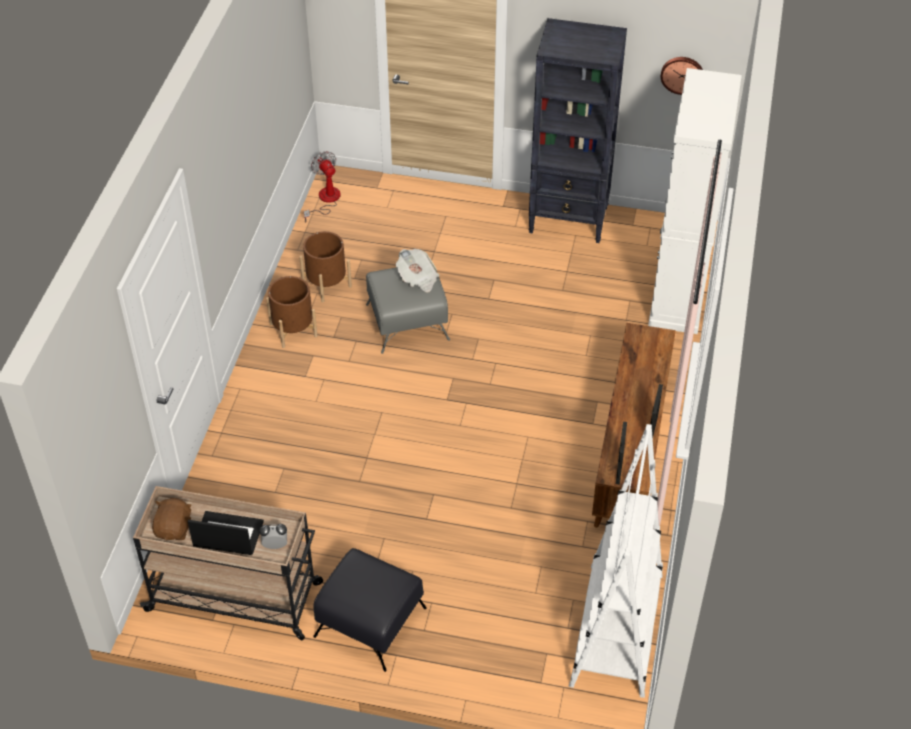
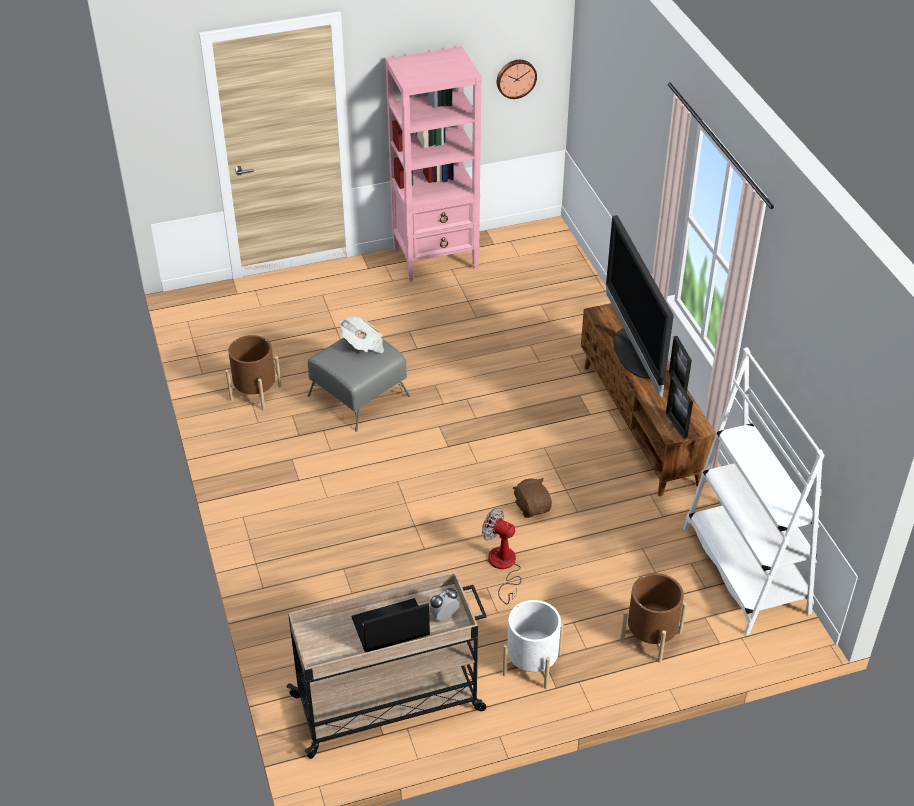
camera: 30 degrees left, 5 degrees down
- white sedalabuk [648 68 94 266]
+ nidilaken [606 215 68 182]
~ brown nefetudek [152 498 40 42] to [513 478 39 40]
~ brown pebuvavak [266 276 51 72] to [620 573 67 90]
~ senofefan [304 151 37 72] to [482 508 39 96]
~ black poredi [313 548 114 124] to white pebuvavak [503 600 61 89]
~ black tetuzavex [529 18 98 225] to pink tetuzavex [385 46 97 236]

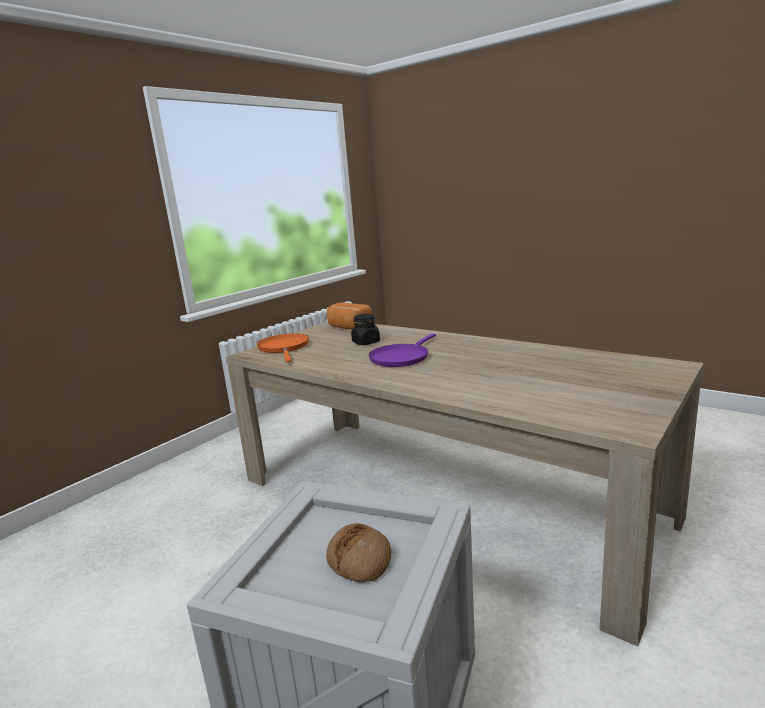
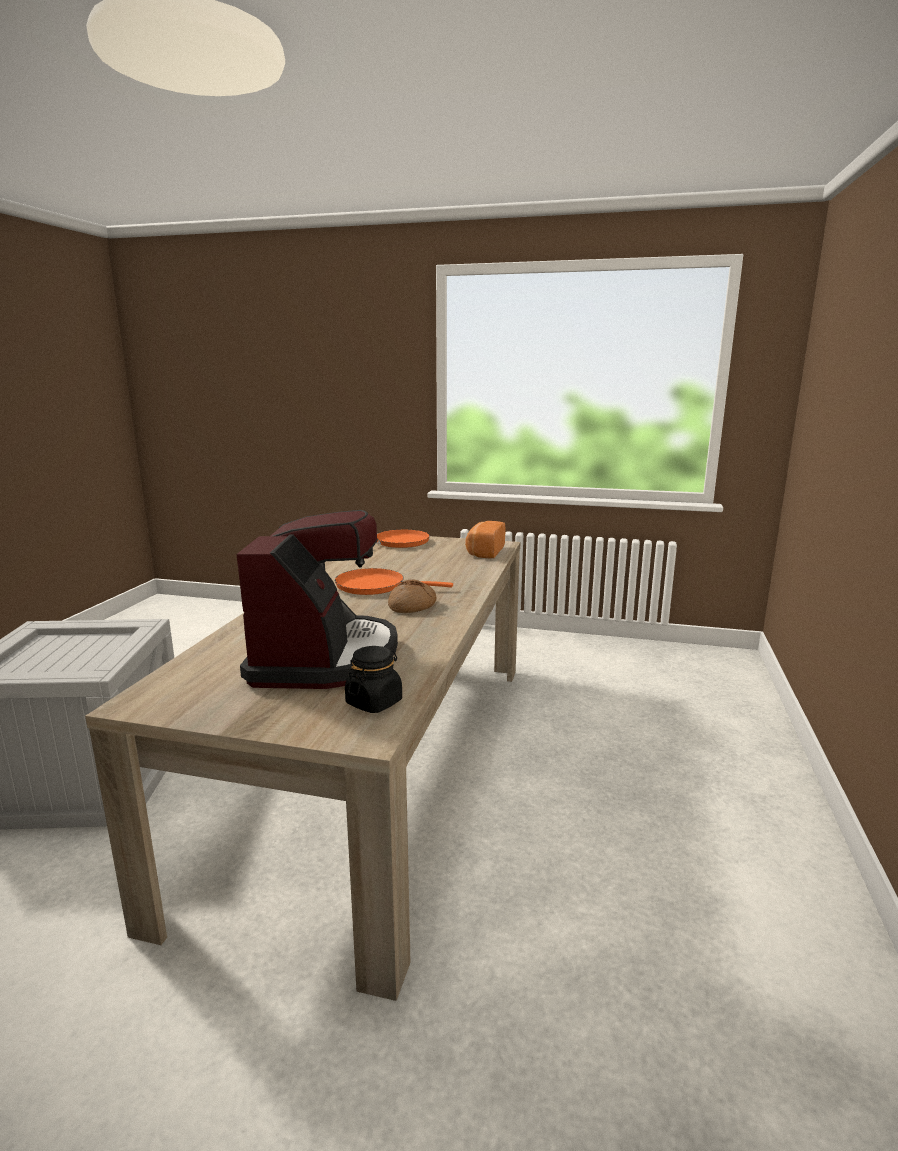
camera: 65 degrees right, 0 degrees up
+ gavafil [236 510 162 179]
~ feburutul [326 523 65 59] to [388 579 49 34]
~ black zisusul [351 314 29 31] to [345 646 57 67]
~ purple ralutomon [369 333 67 34] to orange ralutomon [335 568 118 27]

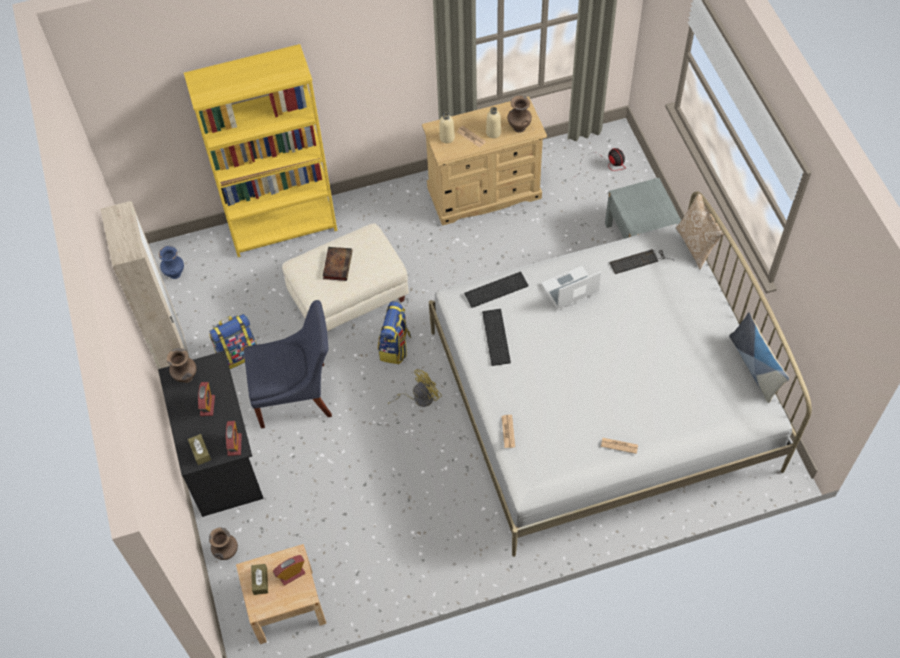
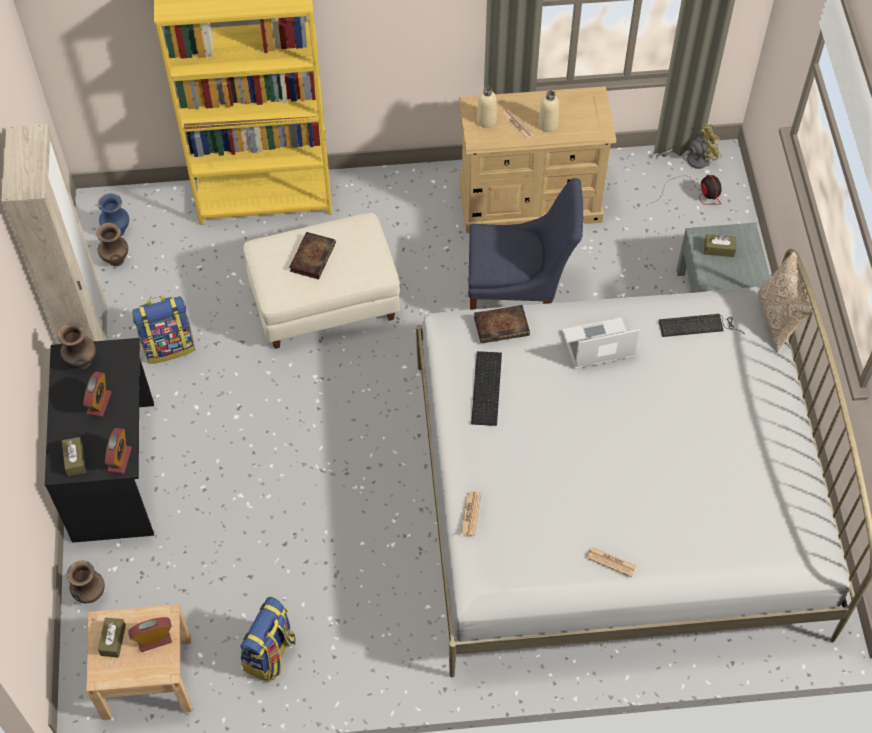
camera: 10 degrees right, 0 degrees up
- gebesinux [729 312 60 91]
+ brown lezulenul [704 234 32 23]
~ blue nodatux [244 300 88 129] to [468 178 115 132]
~ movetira [378 301 33 63] to [240 597 56 85]
~ yellow senofefan [388 369 54 38] to [656 124 66 45]
~ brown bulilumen [507 95 25 38] to [96 223 32 43]
~ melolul [464 272 65 36] to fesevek [474 305 56 38]

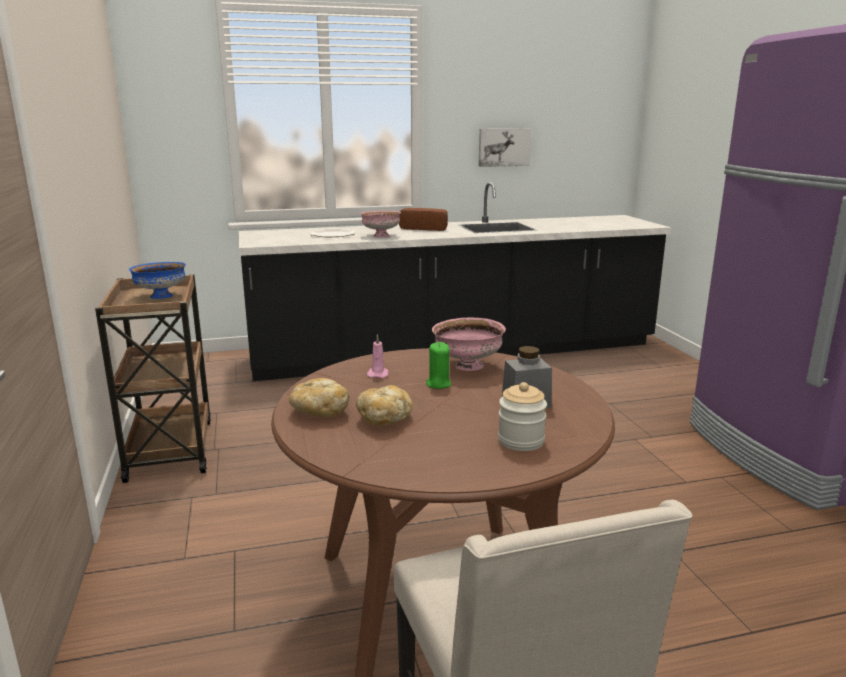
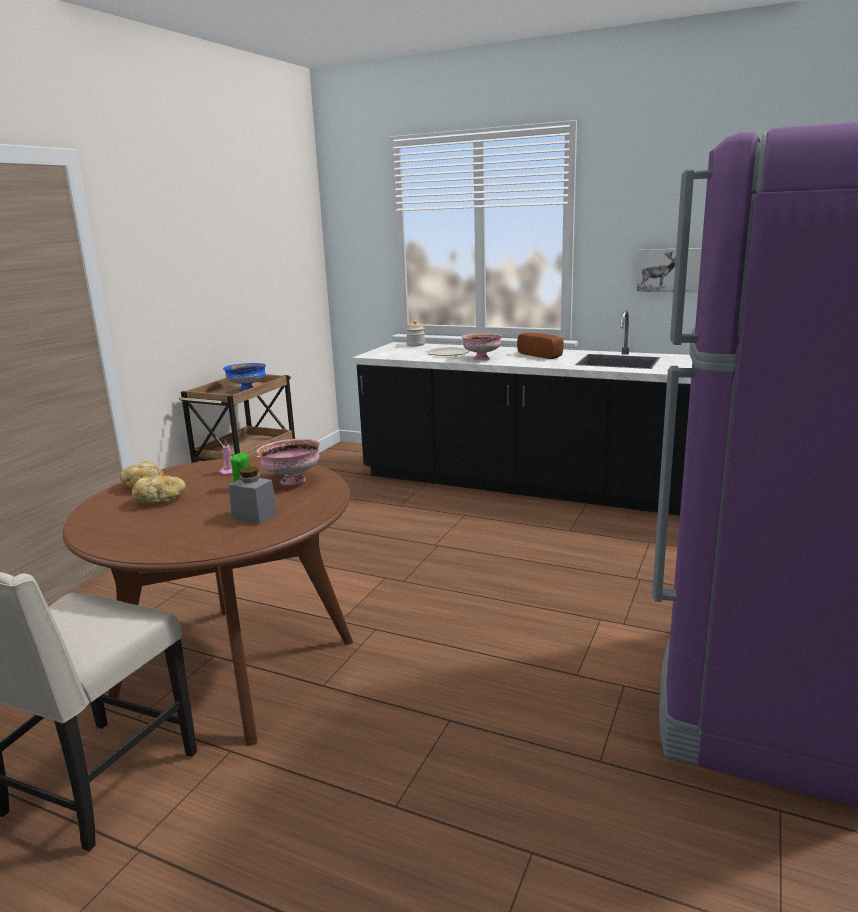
camera: 40 degrees right, 0 degrees up
~ zisusul [498 382 49 69] to [406 320 19 26]

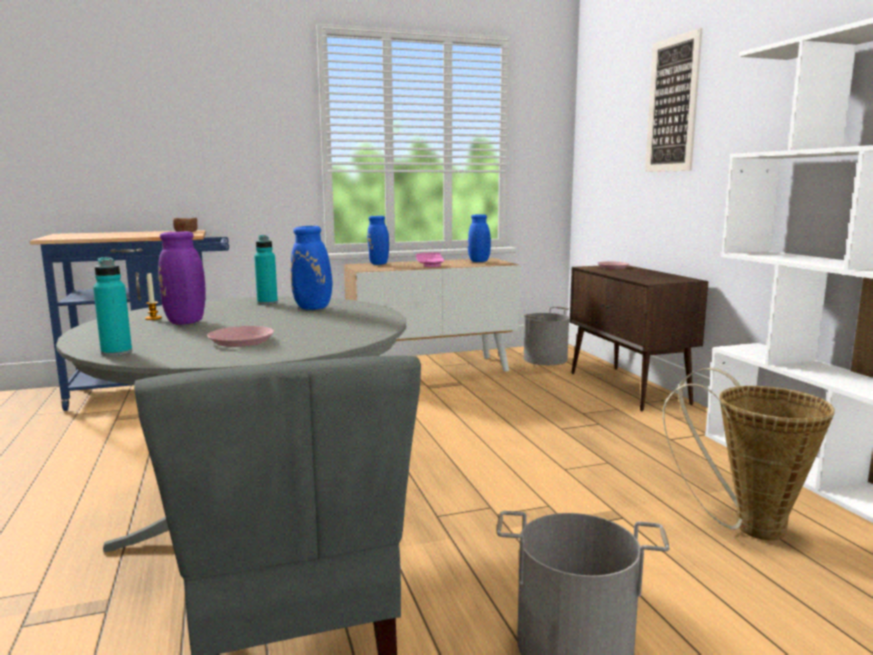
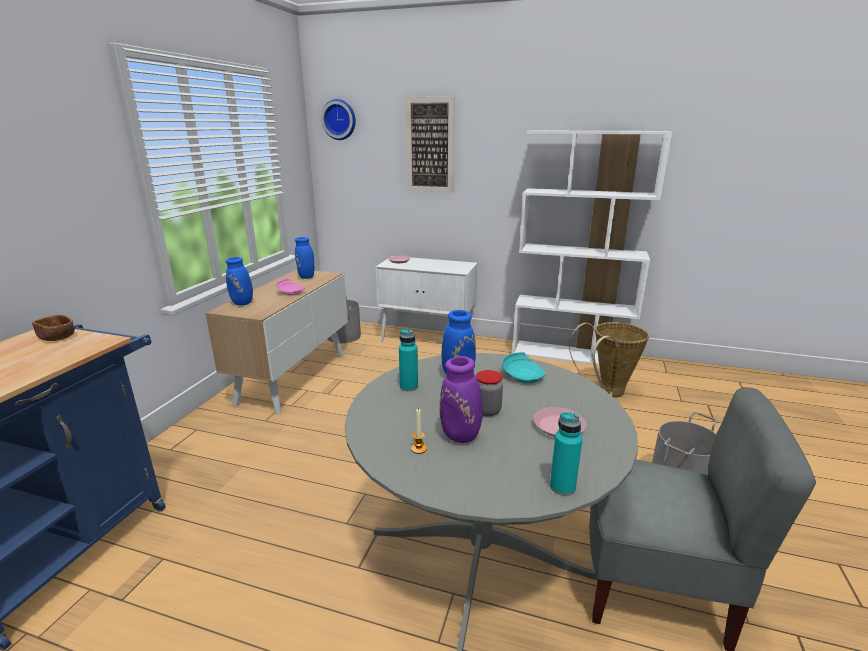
camera: 55 degrees left, 10 degrees up
+ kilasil [321 99 35 41]
+ zisusul [476 370 27 46]
+ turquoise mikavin [502 352 44 31]
~ brown sedalabuk [570 265 139 146] to white sedalabuk [375 256 103 86]

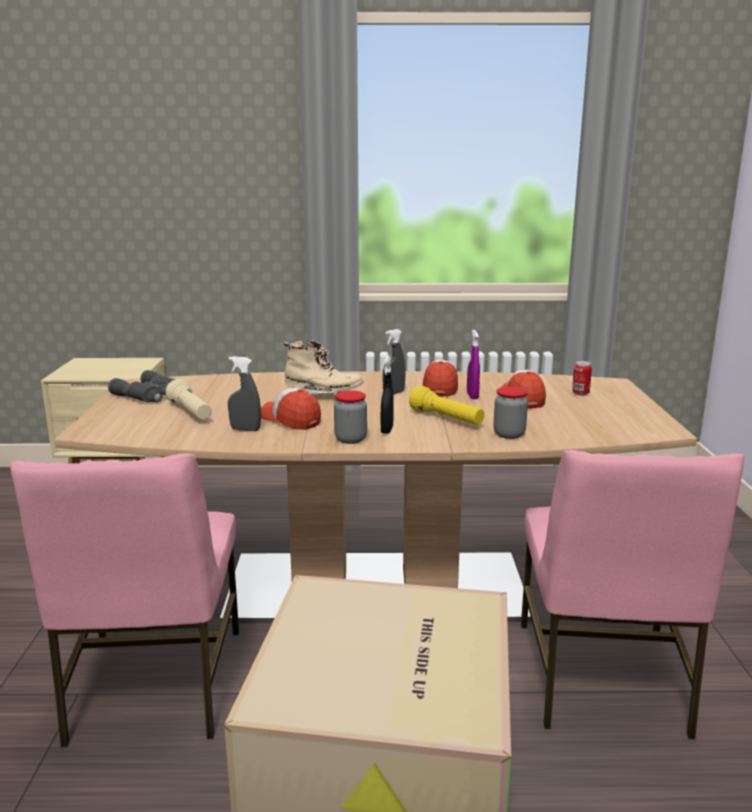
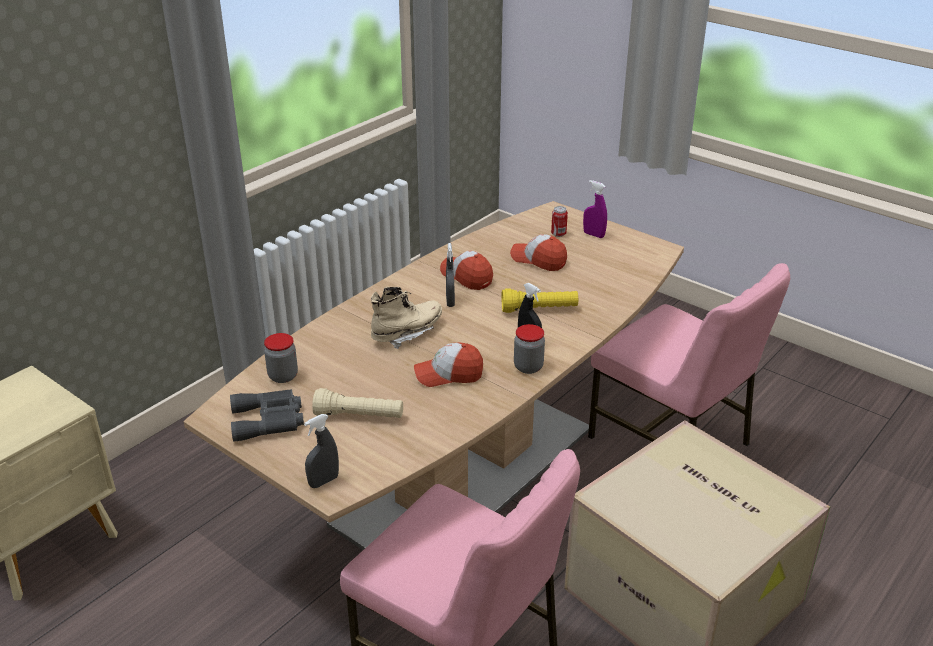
camera: 50 degrees left, 15 degrees up
~ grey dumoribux [228 356 33 75] to [304 414 35 74]
~ purple dumoribux [467 330 13 69] to [583 180 24 58]
~ zisusul [493 386 35 53] to [264 333 34 50]

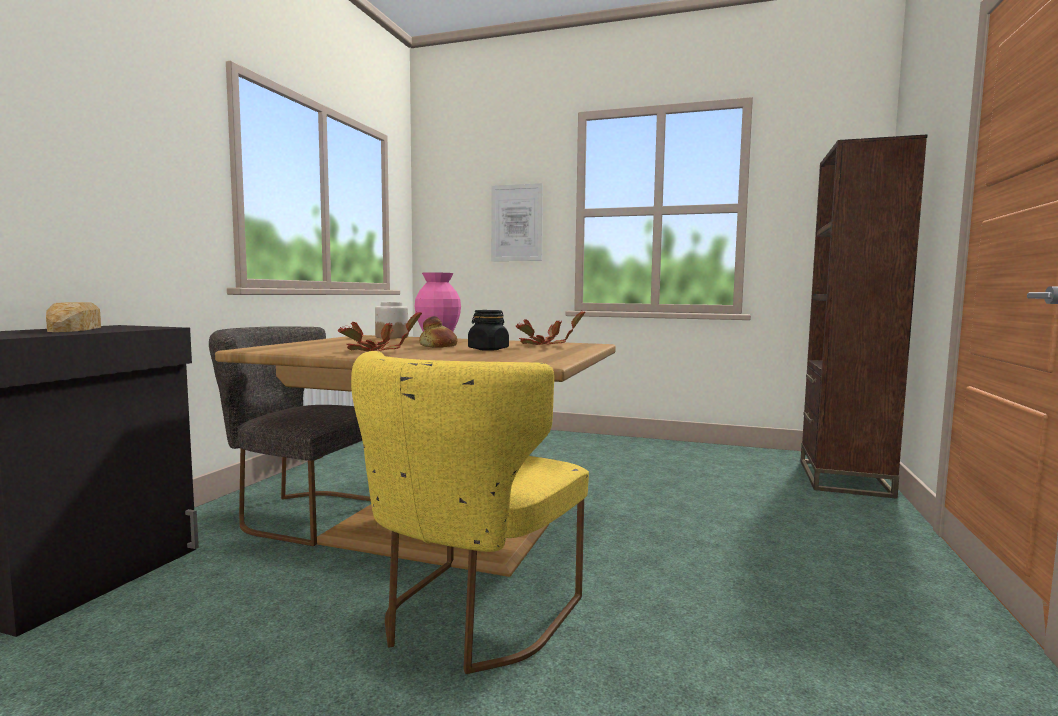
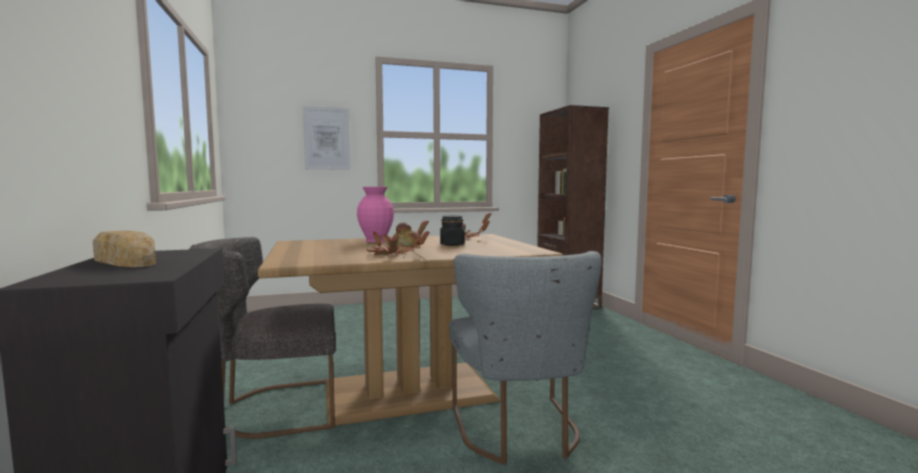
camera: 35 degrees left, 0 degrees up
- zisusul [375 302 33 37]
~ yellow nodatux [351 351 238 323] to grey nodatux [449 251 153 214]

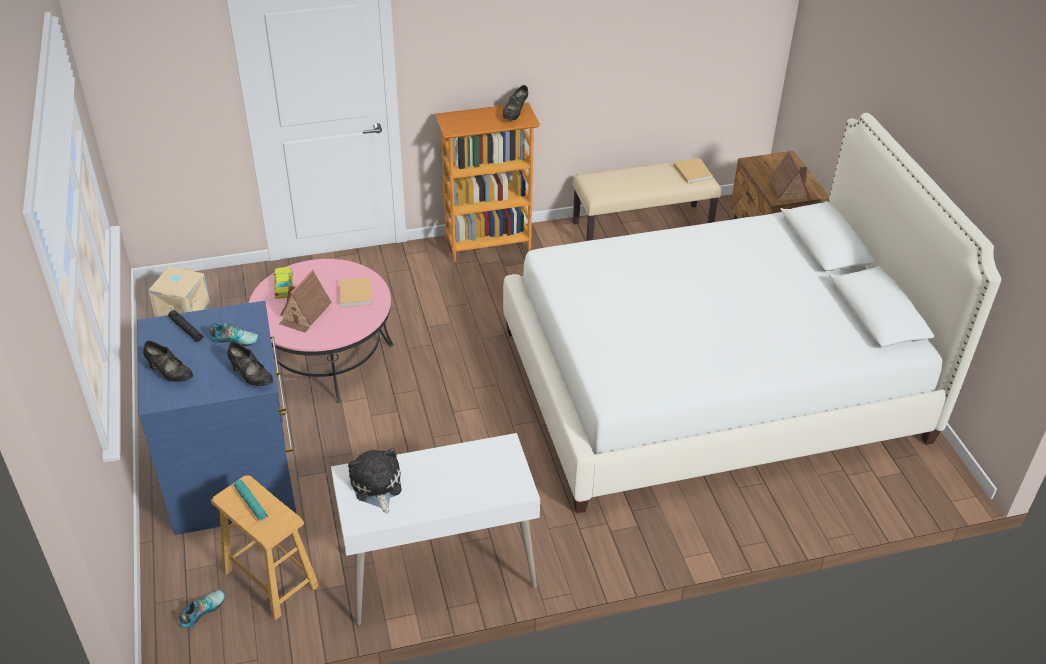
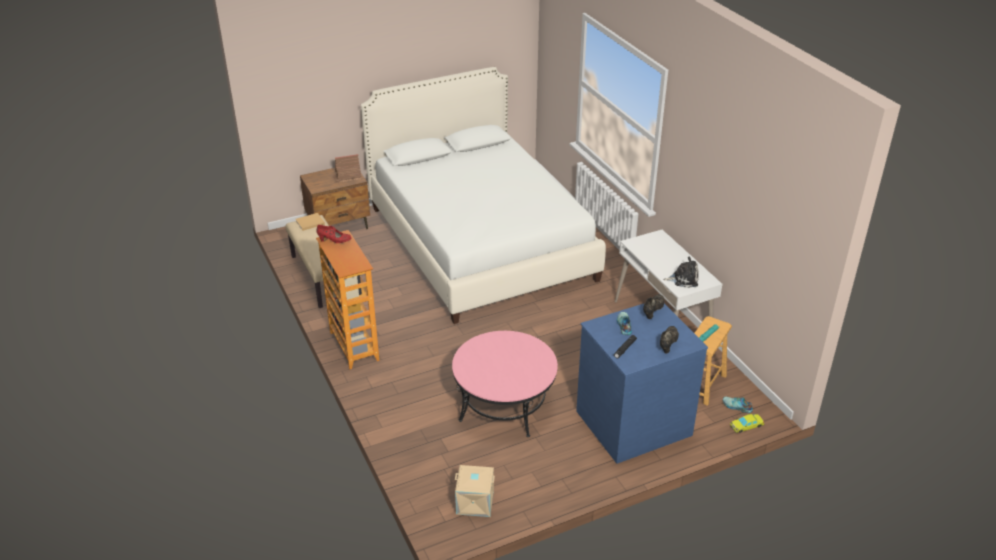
camera: 100 degrees left, 5 degrees down
- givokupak [279 269 53 64]
- beige fesevek [339 277 33 30]
~ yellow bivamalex [273 267 20 32] to [730 414 34 19]
~ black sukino [503 85 25 36] to red sukino [316 225 35 18]
~ nefetudek [348 448 54 65] = [664 256 35 32] 150 degrees counterclockwise

